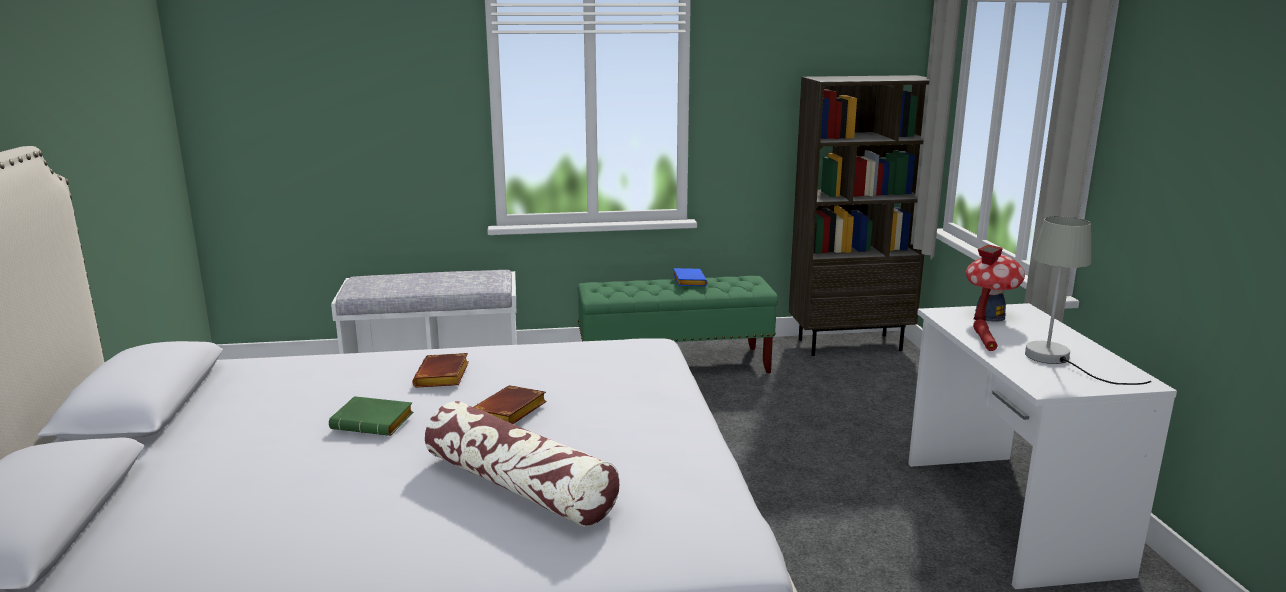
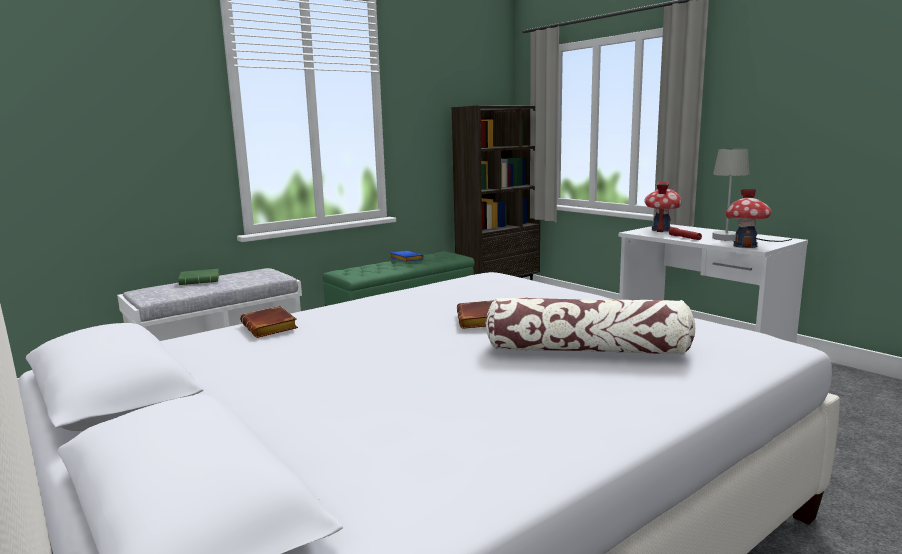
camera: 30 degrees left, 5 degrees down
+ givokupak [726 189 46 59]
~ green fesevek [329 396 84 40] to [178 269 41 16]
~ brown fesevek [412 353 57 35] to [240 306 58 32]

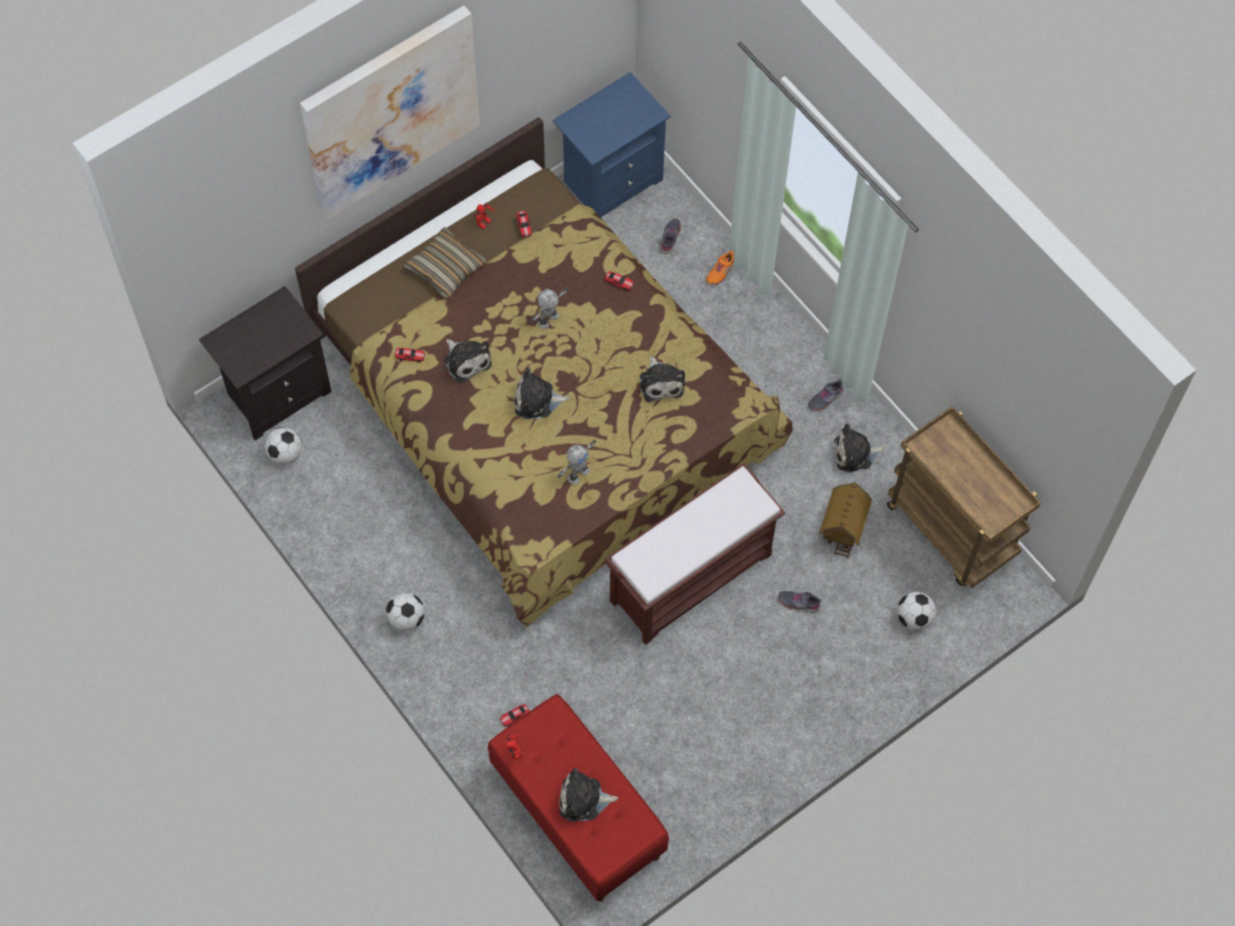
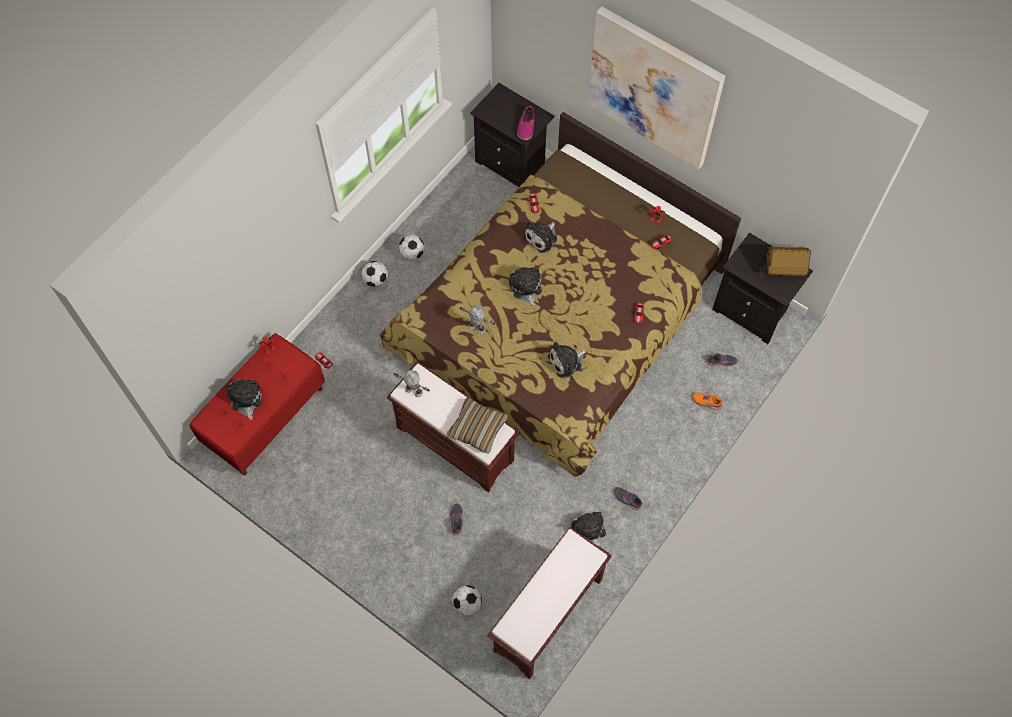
camera: 75 degrees right, 0 degrees up
+ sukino [517 106 18 34]
~ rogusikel [265 427 37 37] to [399 235 25 25]
~ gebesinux [404 227 82 71] to [447 397 62 57]
~ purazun [531 287 37 42] to [393 370 37 27]
~ givokupak [819 482 53 77] to [759 247 52 31]
~ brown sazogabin [887 406 154 182] to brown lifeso [487 527 125 152]
~ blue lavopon [552 72 119 145] to black lavopon [712 233 101 111]

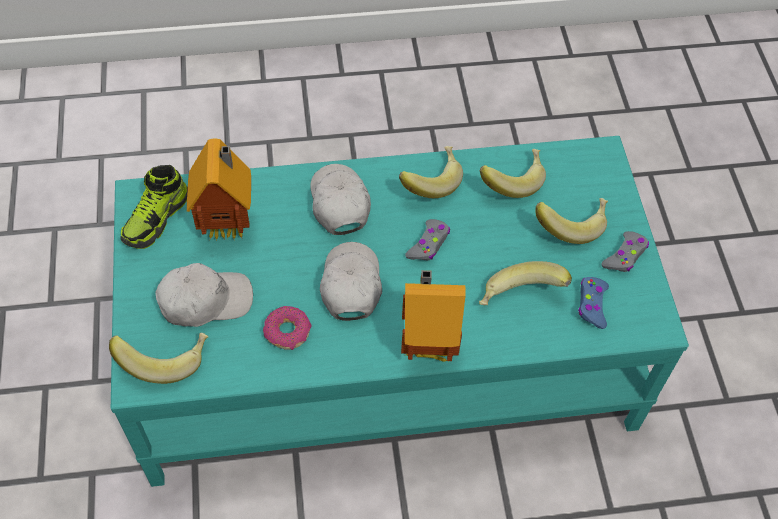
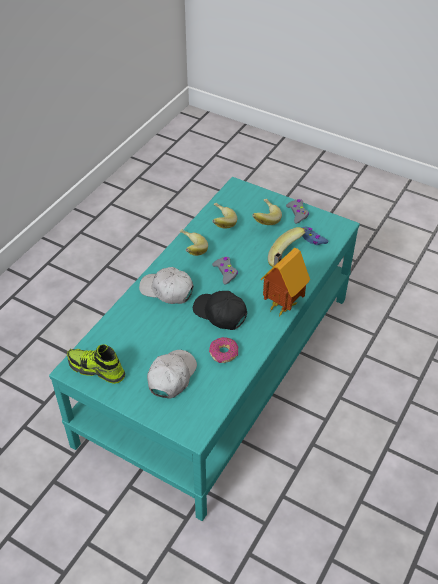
camera: 50 degrees left, 10 degrees down
- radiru [109 333 99 51]
- givokupak [187 138 64 103]
~ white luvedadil [320 242 62 79] to black luvedadil [193 291 54 39]
~ sukino [121 165 67 84] = [67 344 58 40] 135 degrees clockwise

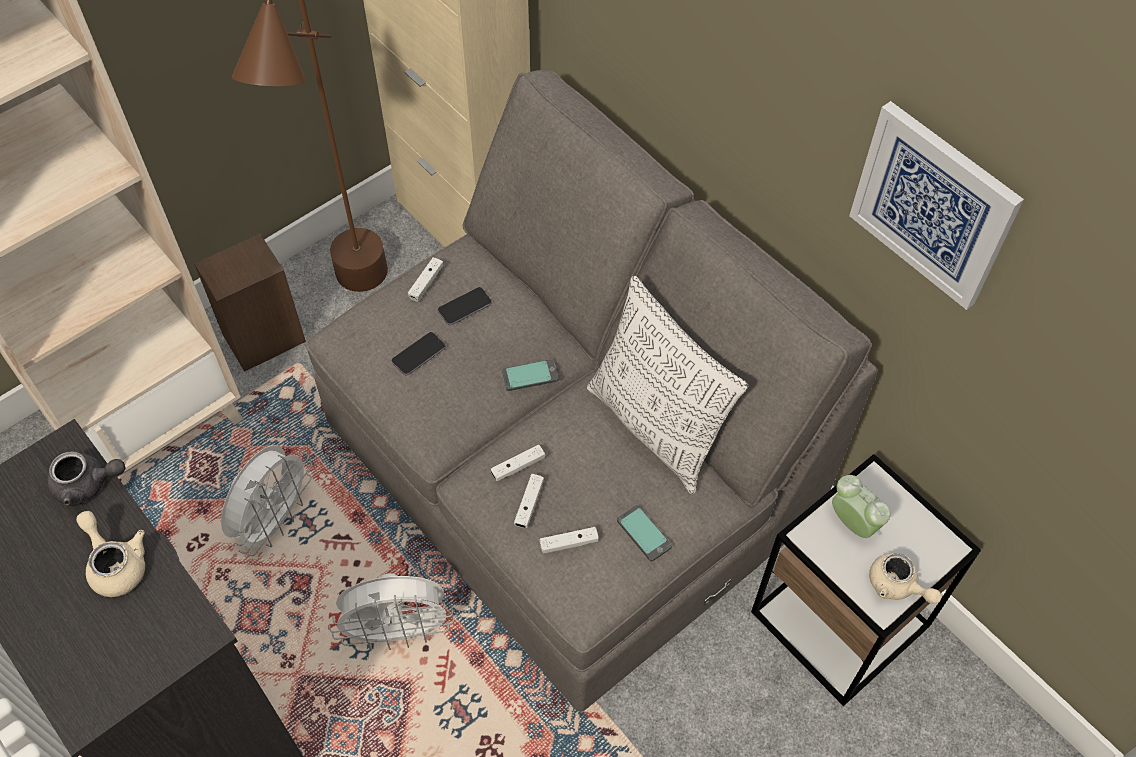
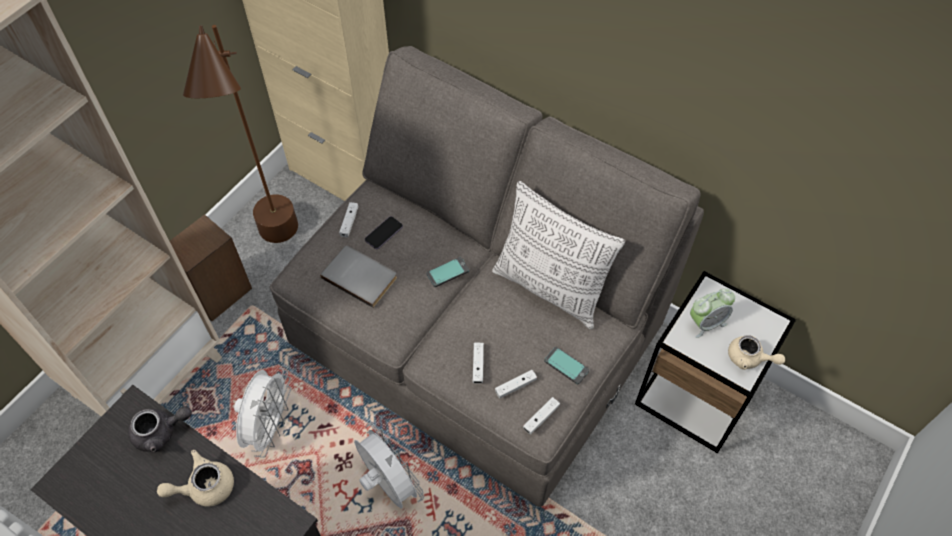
camera: 15 degrees left, 0 degrees up
- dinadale [849 101 175 209]
~ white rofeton [491 444 54 37] to [523 397 37 37]
~ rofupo [392 332 54 43] to grey fesevek [320 245 77 63]
~ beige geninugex [76 511 69 86] = [157 450 77 57] 60 degrees counterclockwise
~ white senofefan [329 573 126 77] = [354 423 70 86] 105 degrees counterclockwise
~ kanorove [832 475 59 63] = [690 288 45 50] 120 degrees clockwise

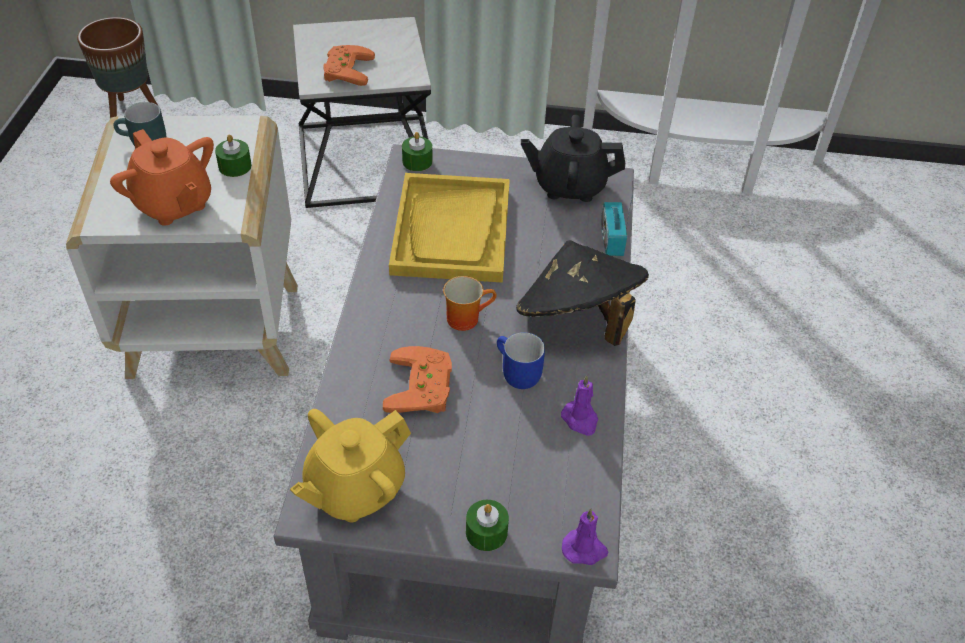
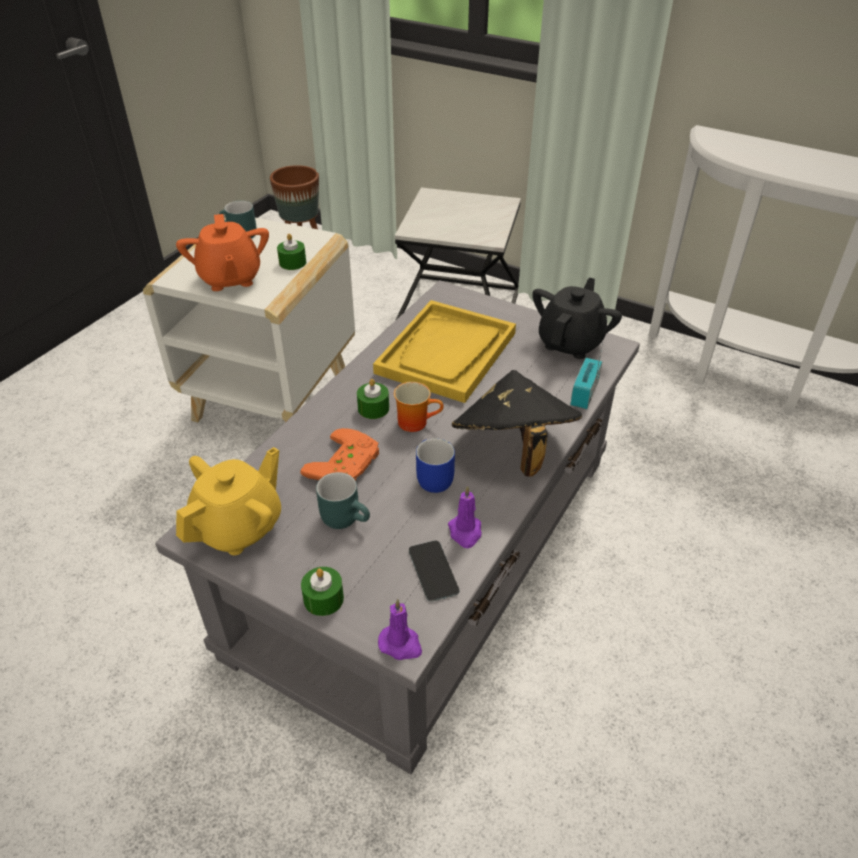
camera: 25 degrees right, 5 degrees down
- orange rofeton [323 45 52 41]
+ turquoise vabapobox [316 472 54 57]
+ rofupo [409 541 50 61]
~ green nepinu [402 132 30 39] to [357 379 32 40]
~ yellow geninugex [290 409 121 113] = [176 447 105 108] 150 degrees clockwise
~ black geninugex [521 115 104 87] = [532 277 90 82] 90 degrees clockwise

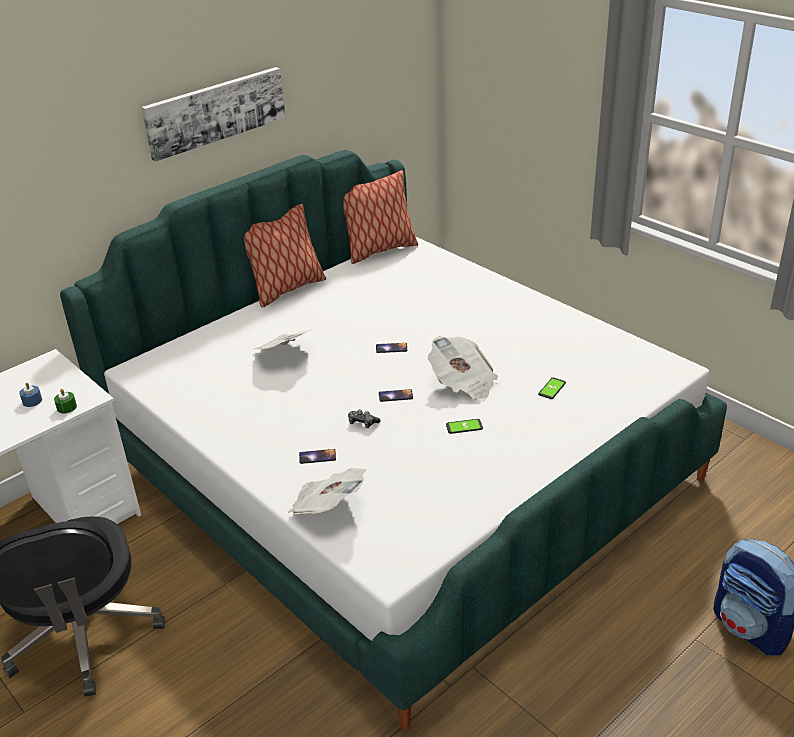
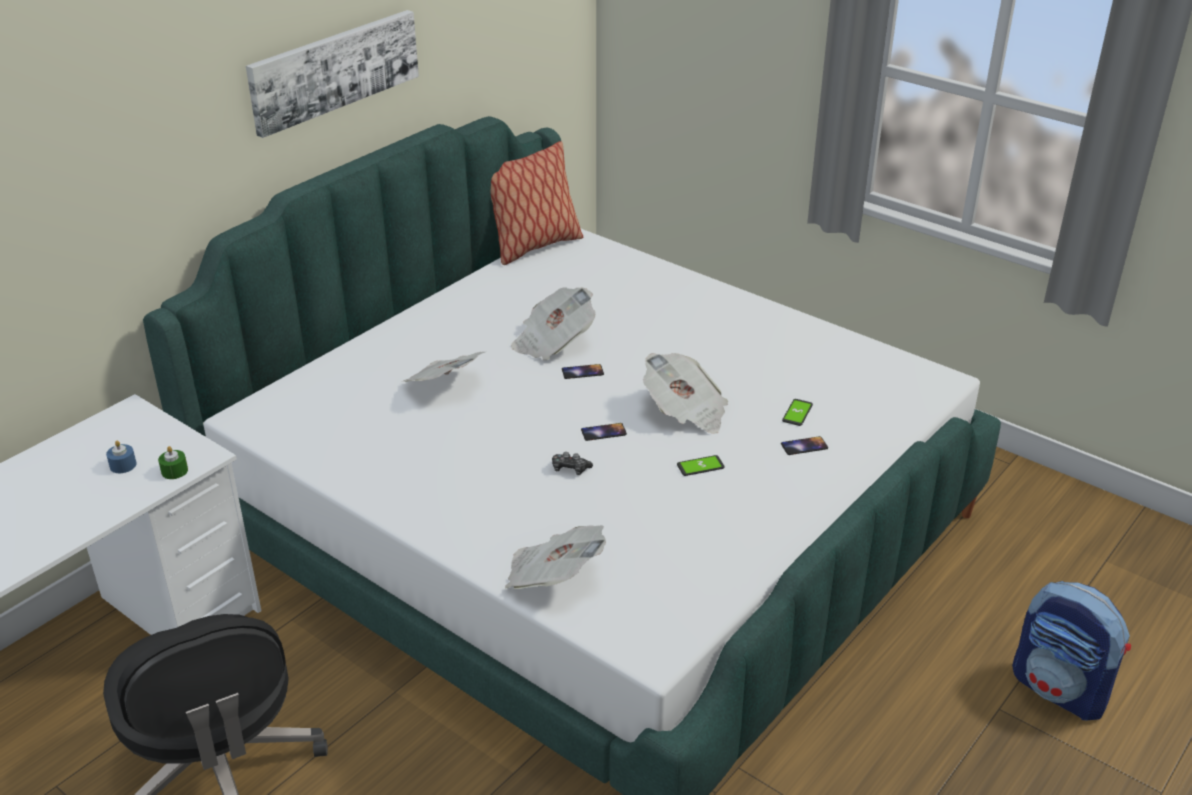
camera: 10 degrees left, 0 degrees up
- gebesinux [244 204 82 104]
+ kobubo [511 287 85 73]
~ rofupo [299 449 37 15] to [781 436 47 19]

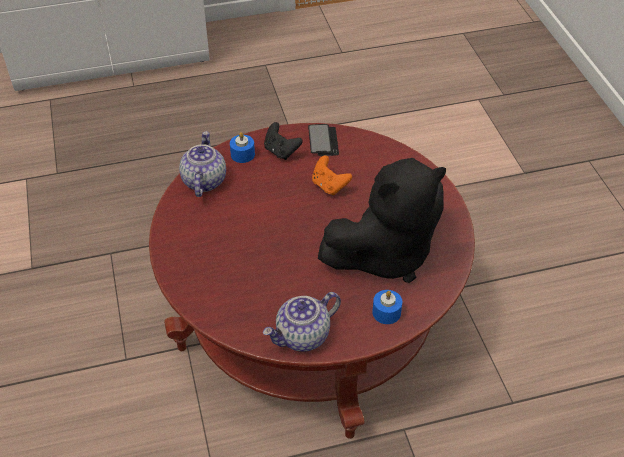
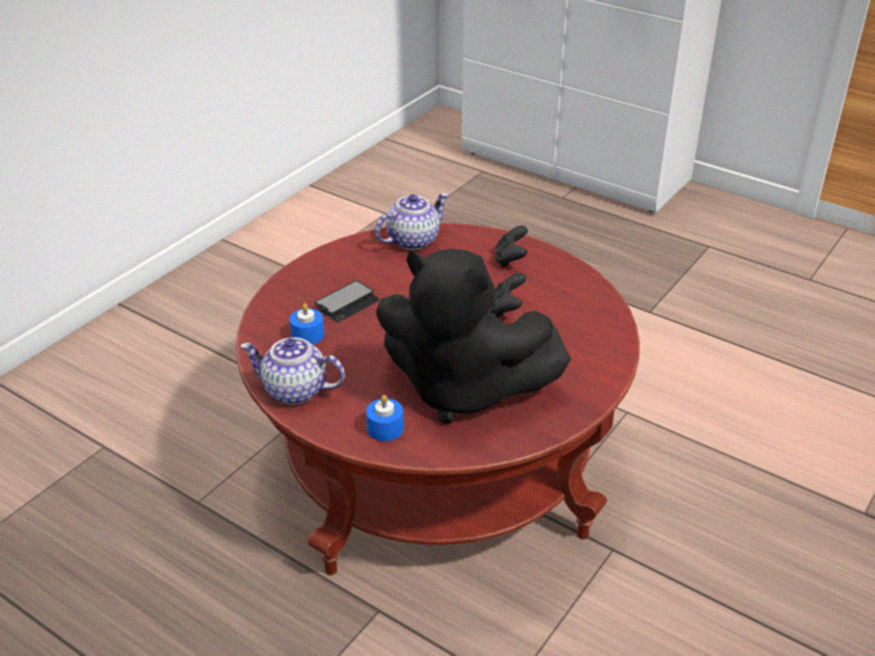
camera: 50 degrees right, 10 degrees down
~ blue nepinu [230 132 25 31] to [289 303 35 42]
~ rofupo [308 124 31 32] to [315 281 64 41]
~ orange rofeton [312 155 40 40] to black rofeton [489 273 37 45]

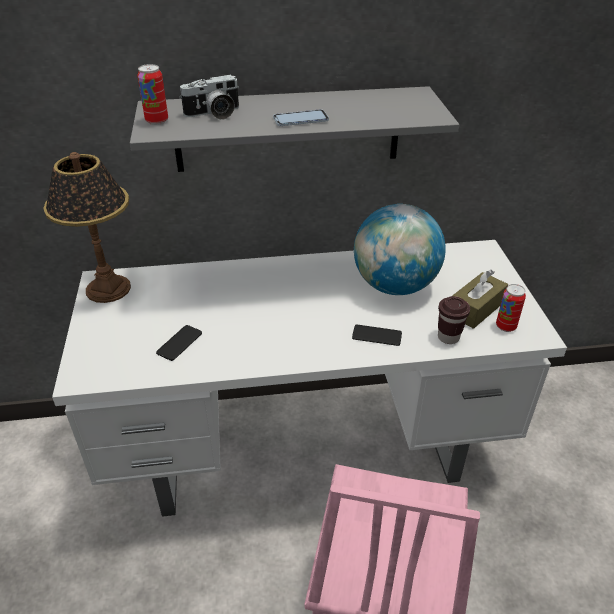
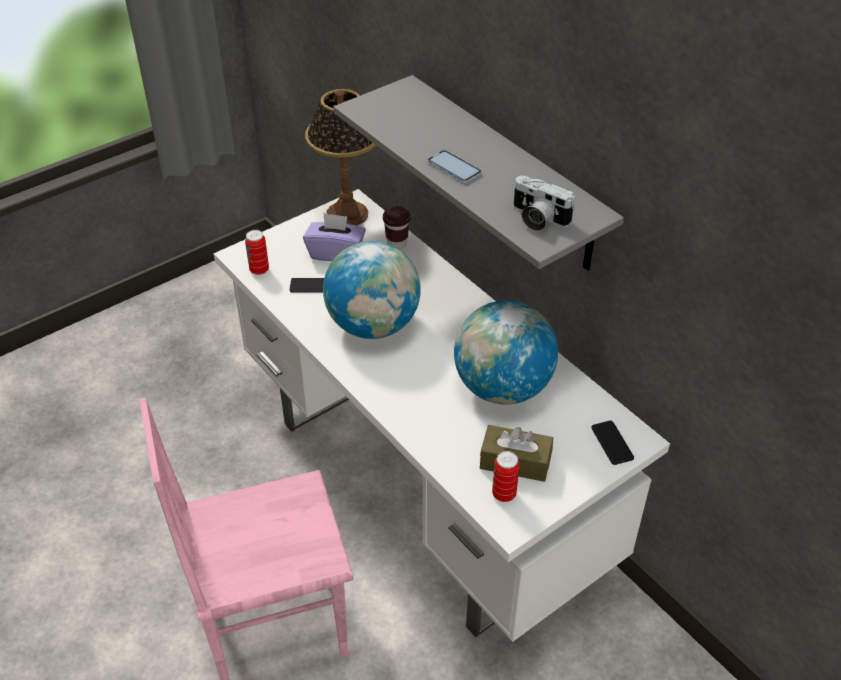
camera: 60 degrees right, 5 degrees up
+ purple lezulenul [303 213 63 48]
+ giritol [323 241 98 98]
~ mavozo [137 64 31 61] to [245 230 24 45]
~ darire [179 75 60 45] to [514 176 61 55]
~ rofupo [352 325 50 21] to [591 421 43 44]
~ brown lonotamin [438 296 32 48] to [383 206 27 44]

